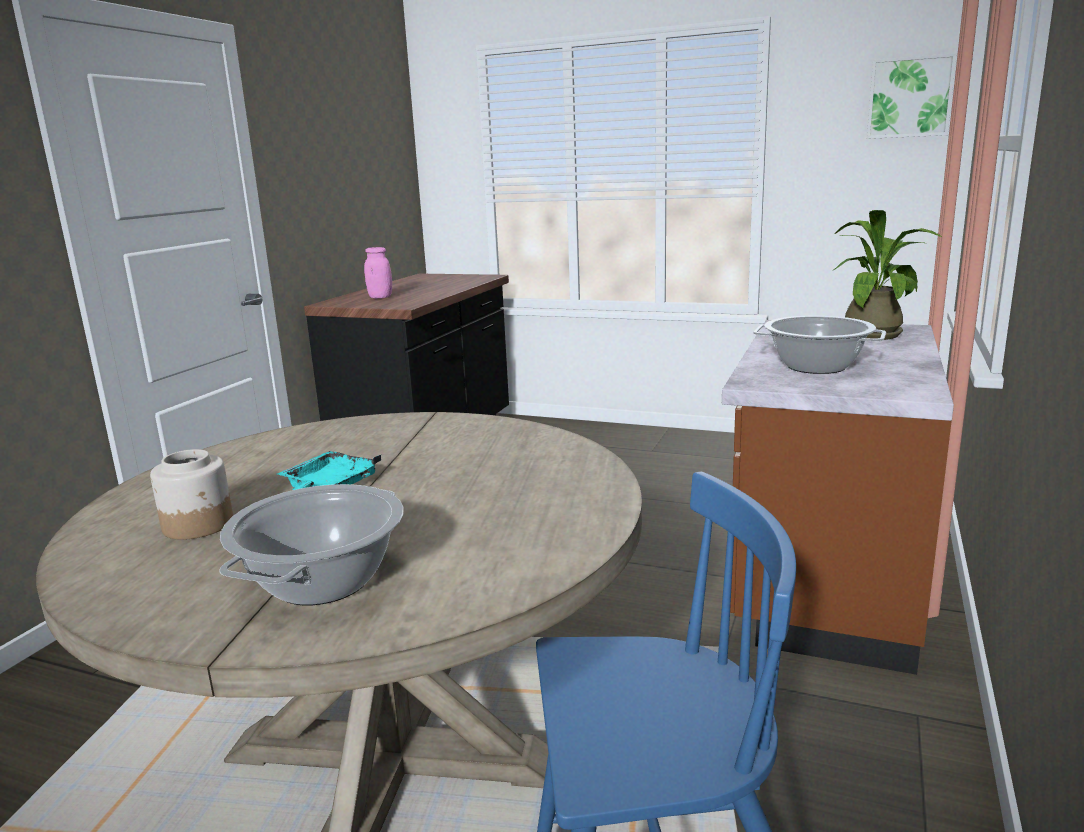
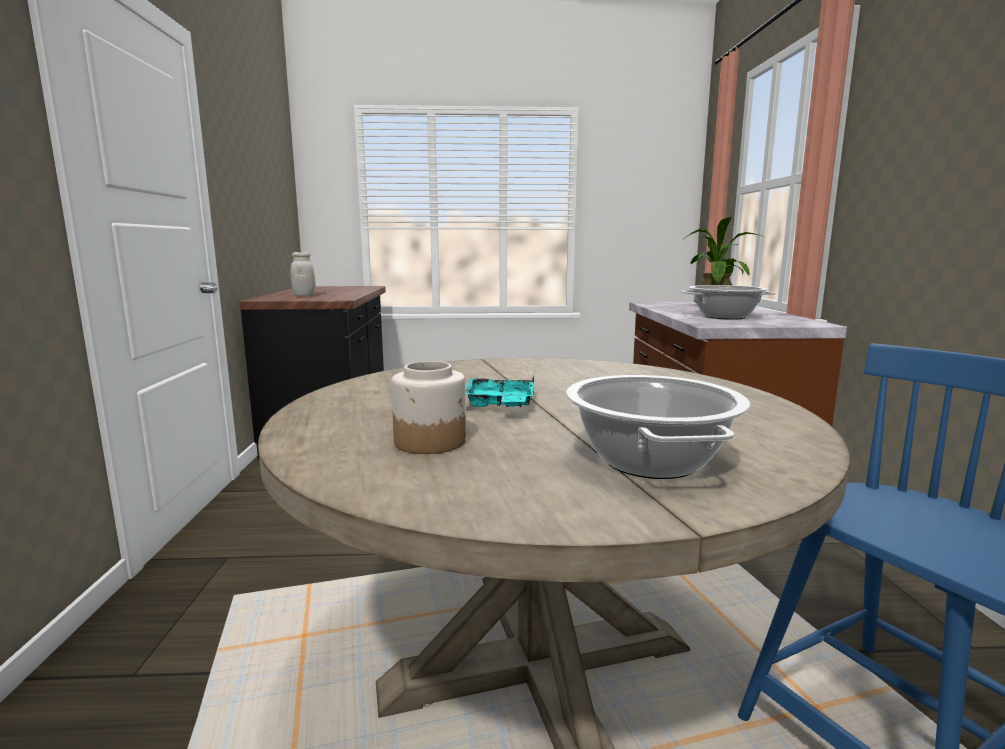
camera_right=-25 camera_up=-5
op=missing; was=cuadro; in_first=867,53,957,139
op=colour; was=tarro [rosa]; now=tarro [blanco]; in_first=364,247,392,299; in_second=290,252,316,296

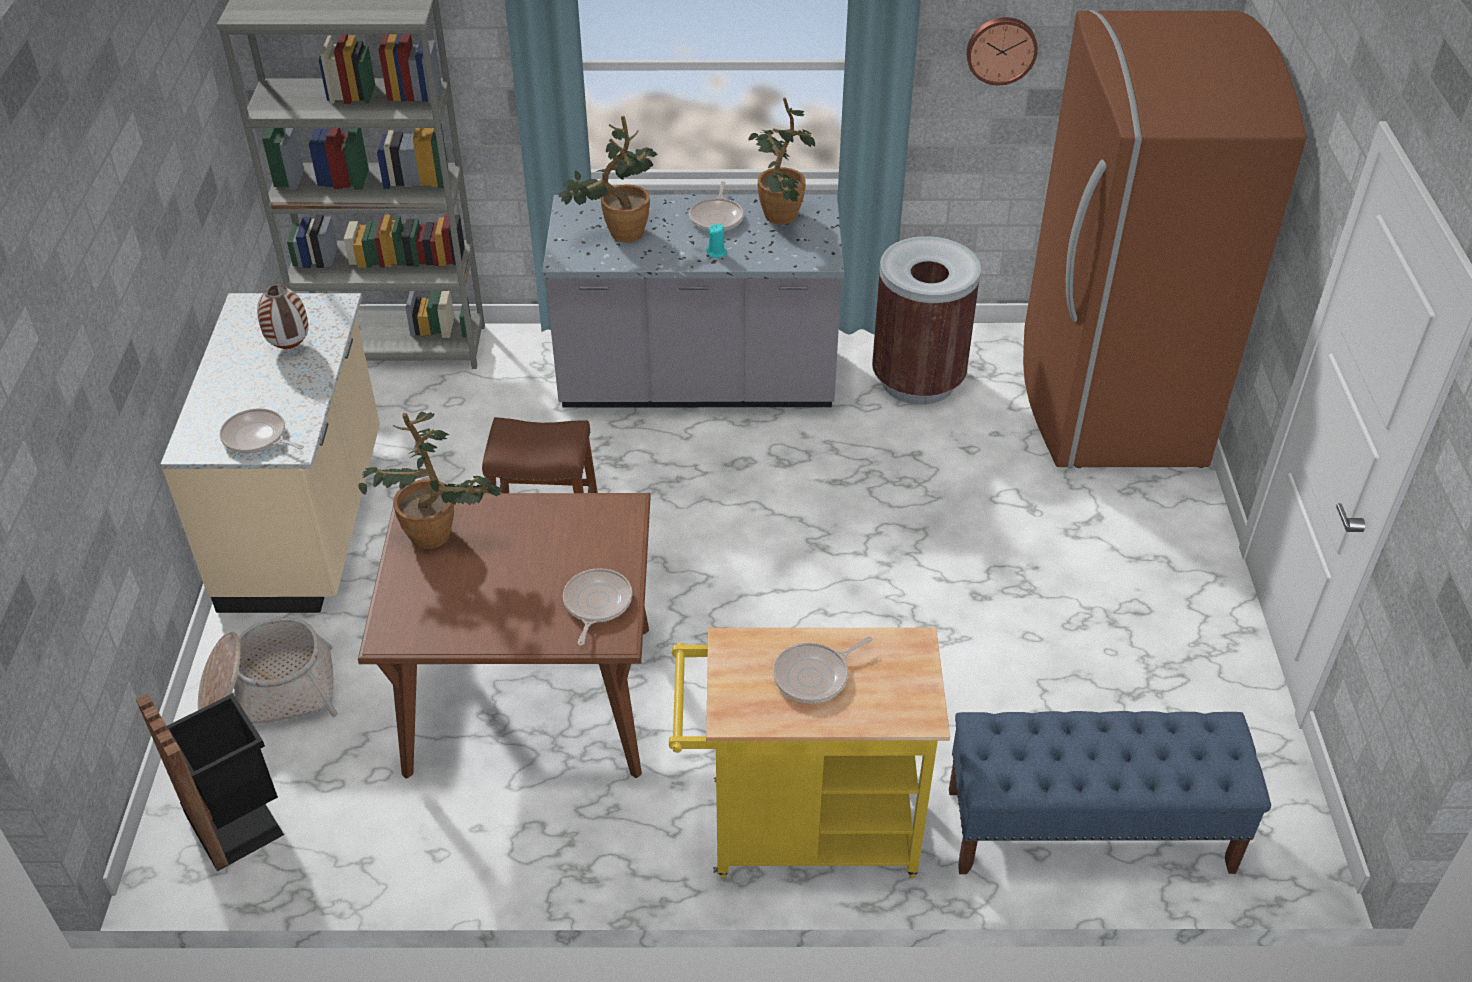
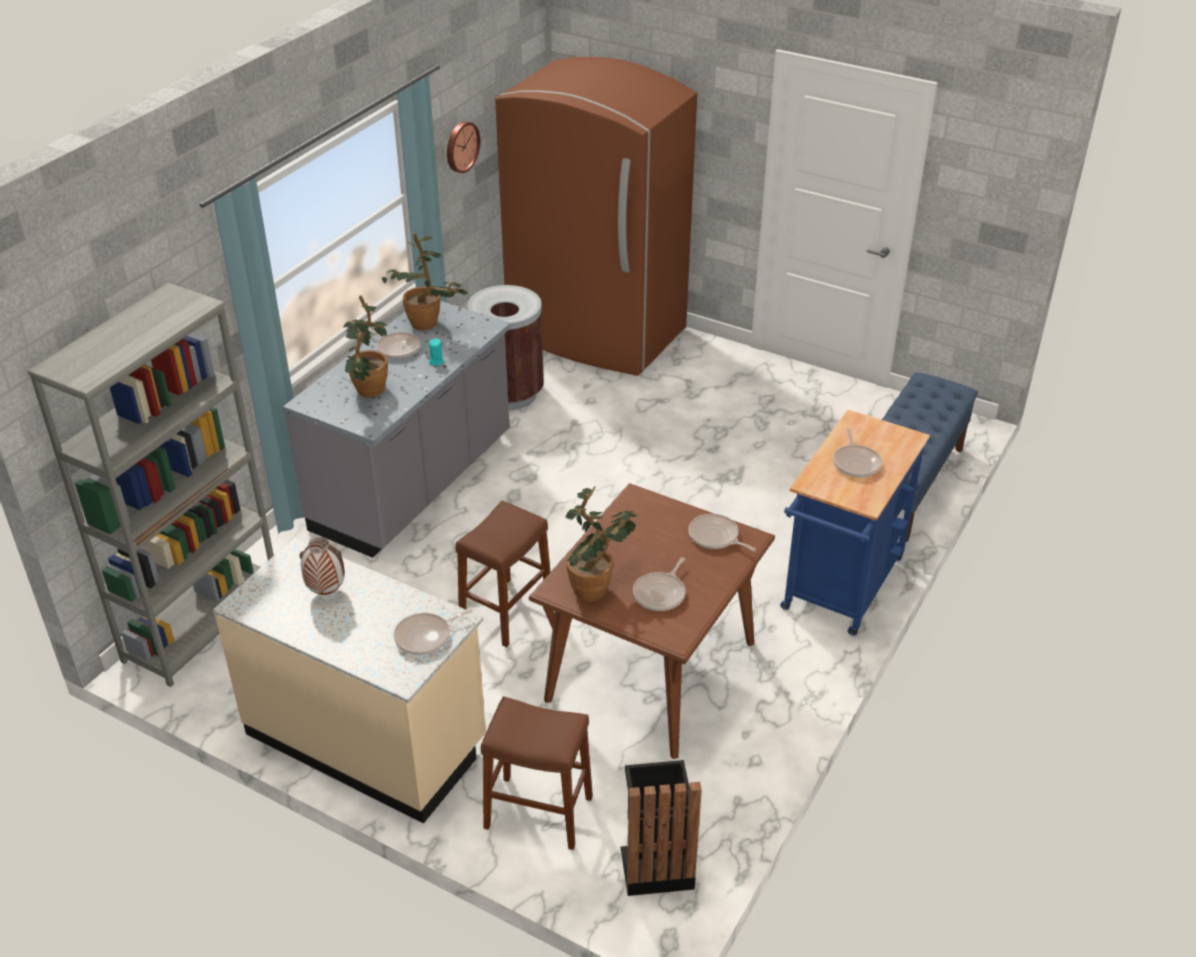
camera_right=-60 camera_up=-5
op=appeared; now=sartén; in_second=633,557,686,611
op=exchanged; was=cesta; now=taburete [marrón]; in_first=198,618,338,724; in_second=481,696,593,850
op=colour; was=carrito [amarillo]; now=carrito [azul]; in_first=669,628,950,878; in_second=780,410,930,636

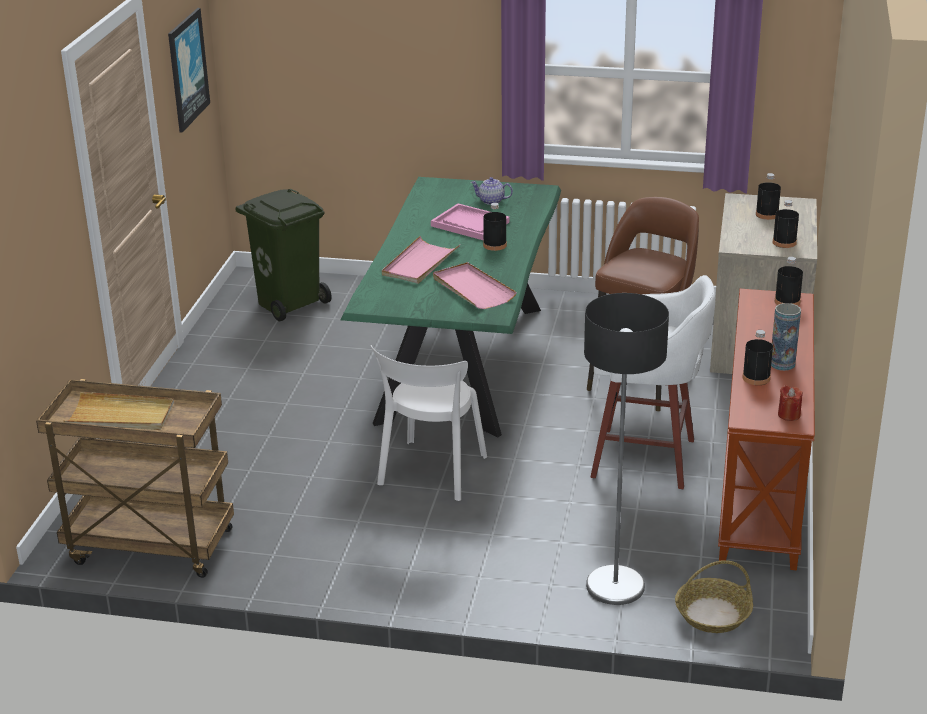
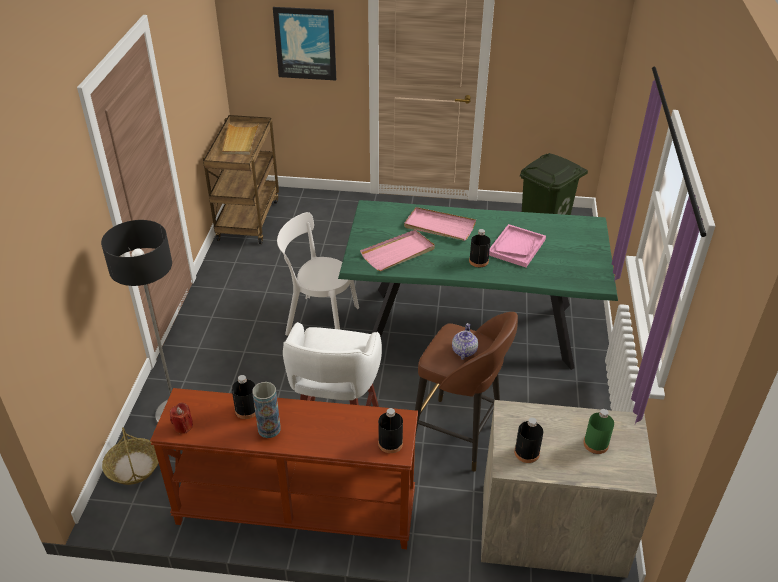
camera_right=85 camera_up=10
op=relocated; was=cuadro; in_first=168,8,210,133; in_second=273,7,336,80
op=relocated; was=tetera; in_first=471,177,513,205; in_second=452,323,478,360
op=colour; was=botella [negro]; now=botella [verde]; in_first=756,173,781,220; in_second=583,409,614,454

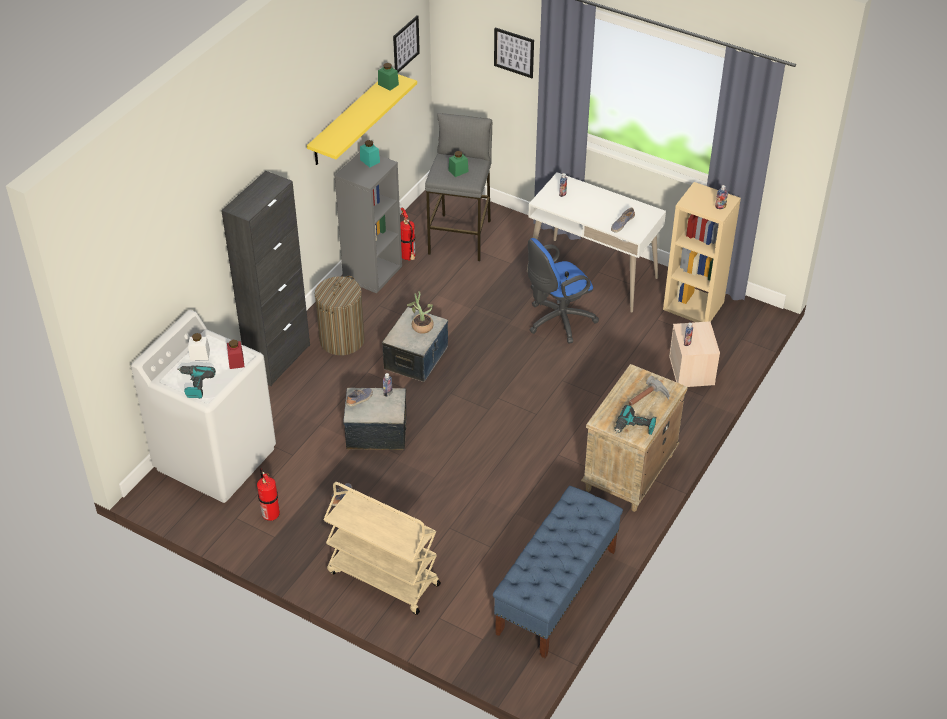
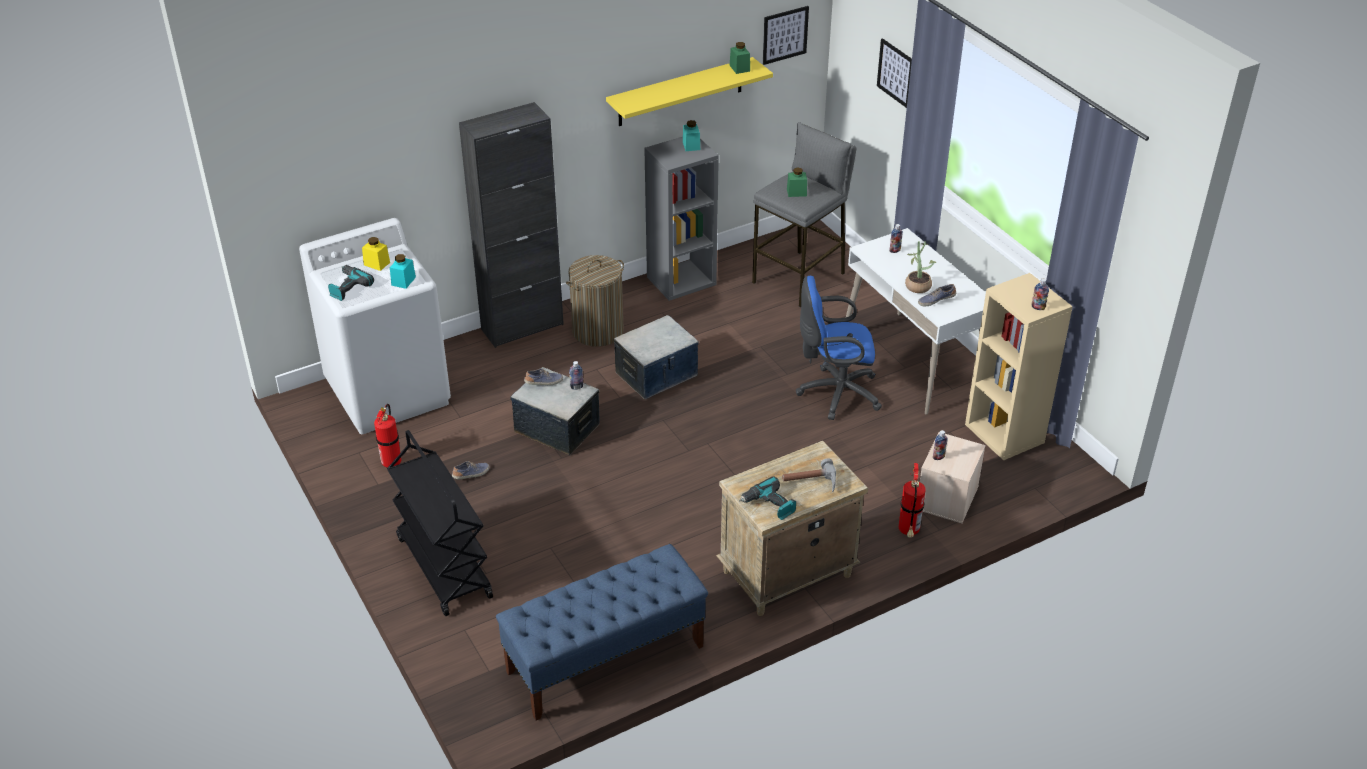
camera_right=30 camera_up=-5
op=relocated; was=extintor; in_first=400,208,415,261; in_second=899,463,926,538
op=relocated; was=planta en maceta; in_first=407,292,434,334; in_second=905,241,937,293
op=colour; was=tarro [blanco]; now=tarro [amarillo]; in_first=188,333,210,361; in_second=362,237,390,271
op=colour; was=tarro [rojo]; now=tarro [turquesa]; in_first=227,340,244,369; in_second=390,254,416,289
op=colour; was=carrito [beis]; now=carrito [negro]; in_first=323,482,441,615; in_second=387,430,493,616

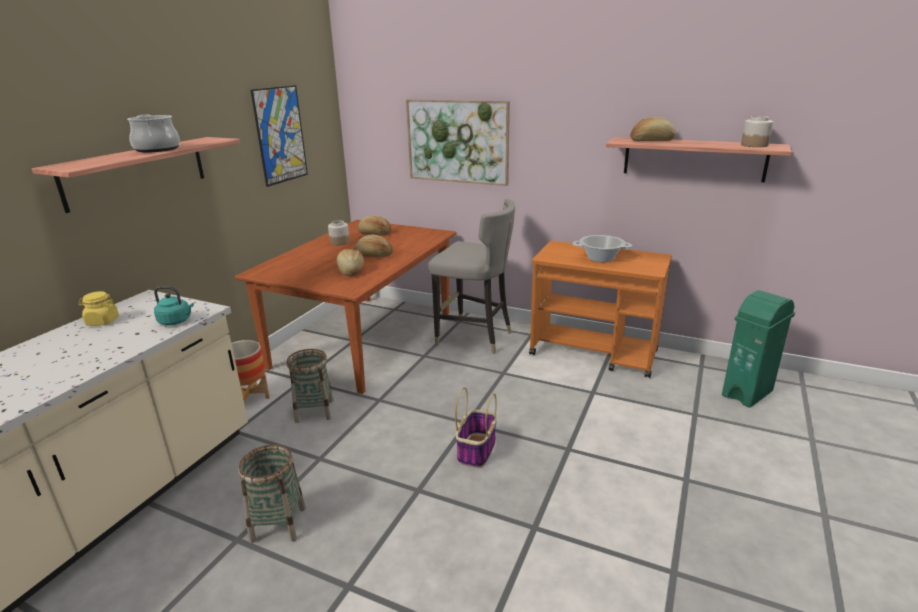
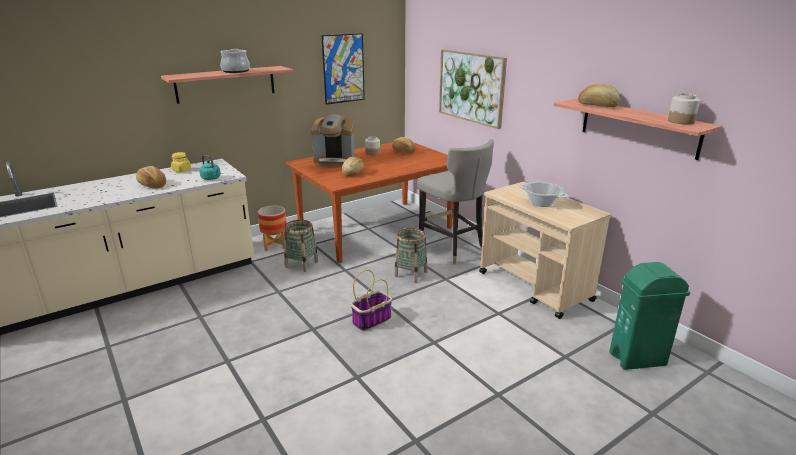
camera_right=30 camera_up=0
op=appeared; now=cafetera; in_second=311,114,355,166
op=relocated; was=cesta; in_first=238,444,306,543; in_second=394,228,427,283
op=relocated; was=pan; in_first=355,235,393,257; in_second=136,166,166,188
op=colour; was=carrito [naranja]; now=carrito [beis]; in_first=529,241,672,378; in_second=479,182,611,319

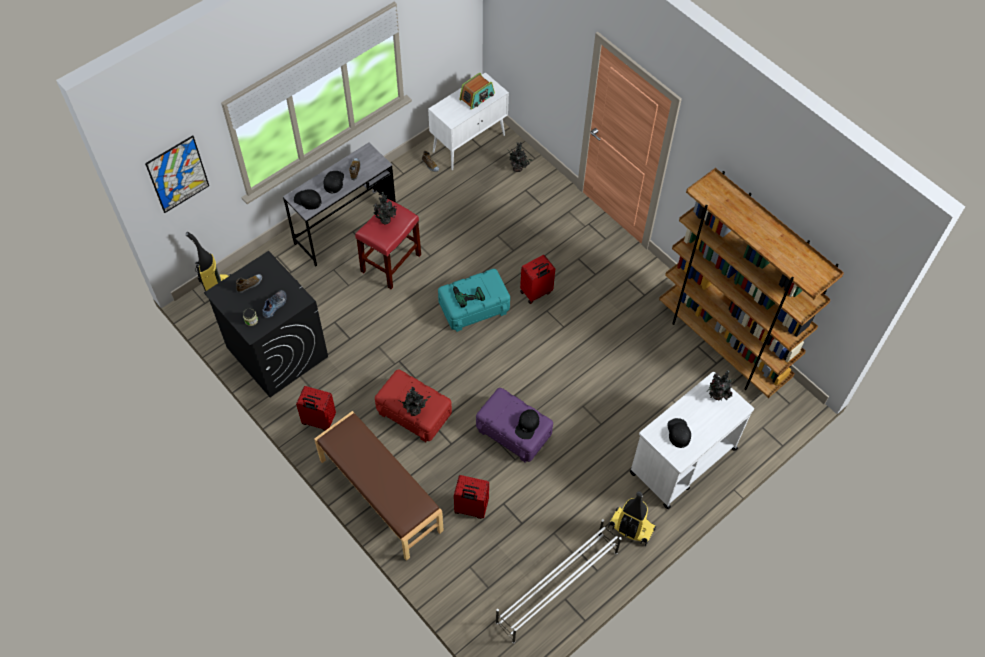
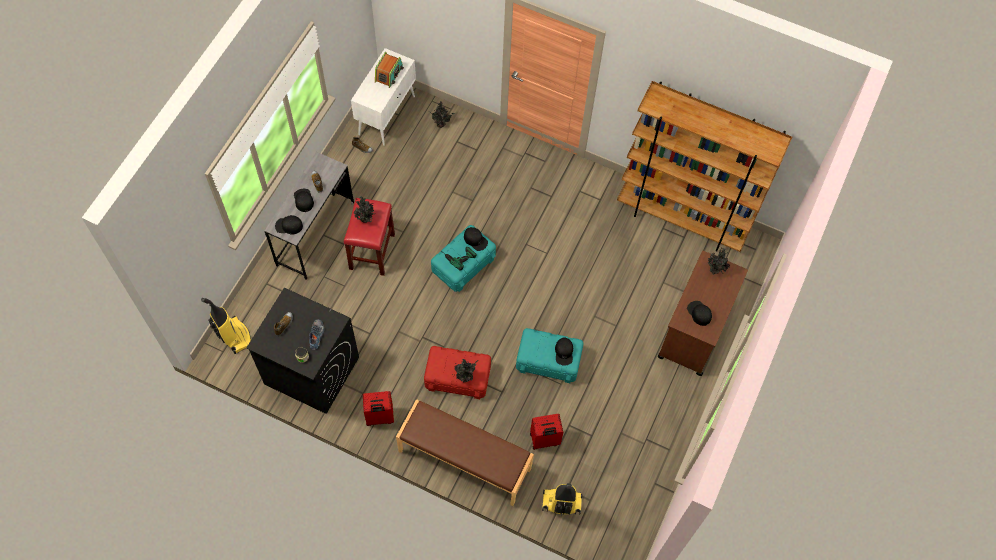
camera_right=-25 camera_up=5
op=missing; was=cuadro; in_first=145,135,209,213
op=missing; was=zapatero [blanco]; in_first=496,519,622,644
op=missing; was=maleta [rojo]; in_first=520,255,555,304
op=appeared; now=gorra [negro]; in_second=464,227,488,251
op=relocated; was=aspiradora; in_first=608,491,656,546; in_second=542,483,582,516
op=colour; was=caja de almacenaje [morado]; now=caja de almacenaje [turquesa]; in_first=476,388,553,462; in_second=516,328,583,383
op=colour; was=carrito [blanco]; now=carrito [marrón]; in_first=630,372,754,509; in_second=657,251,748,376

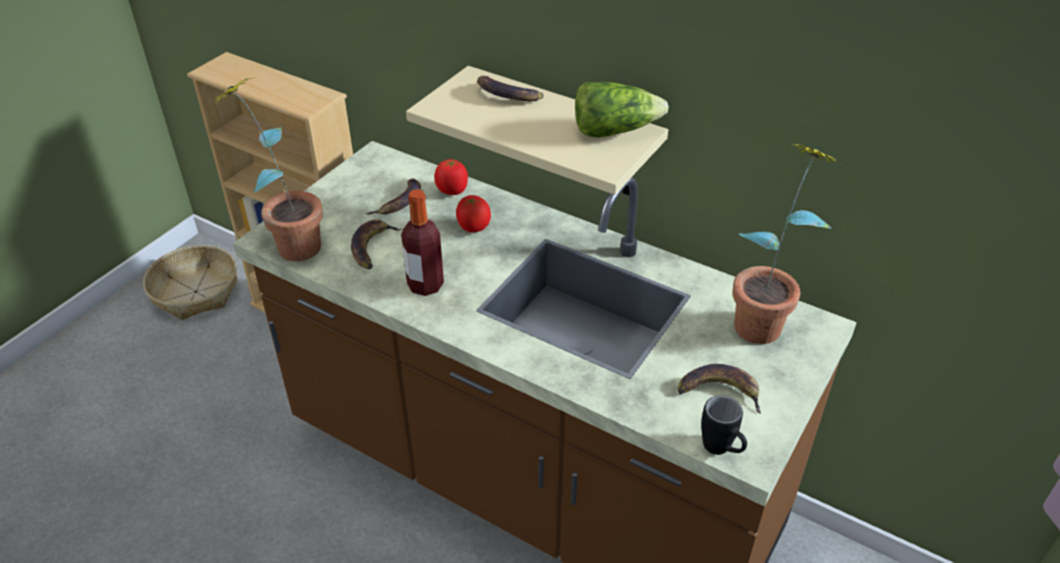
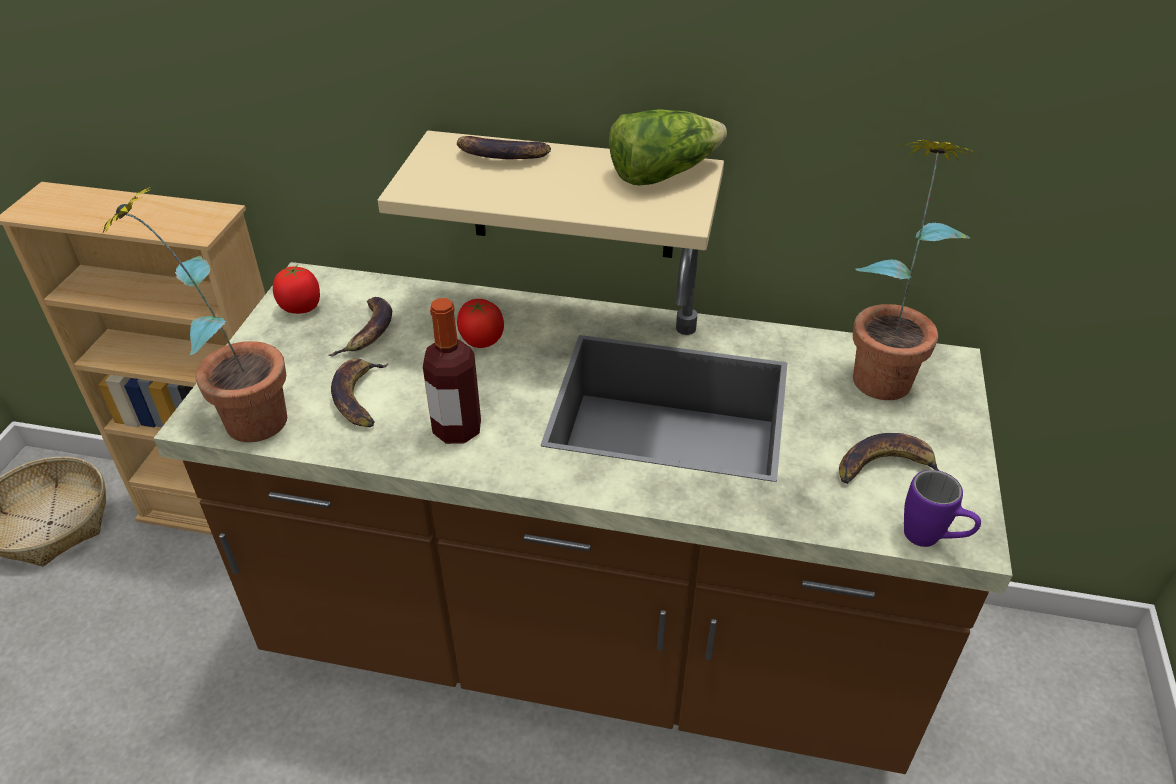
camera_right=-20 camera_up=0
op=relocated; was=tomate; in_first=434,158,468,195; in_second=273,264,320,314
op=colour; was=taza grande [negro]; now=taza grande [morado]; in_first=701,395,747,455; in_second=904,470,981,547

